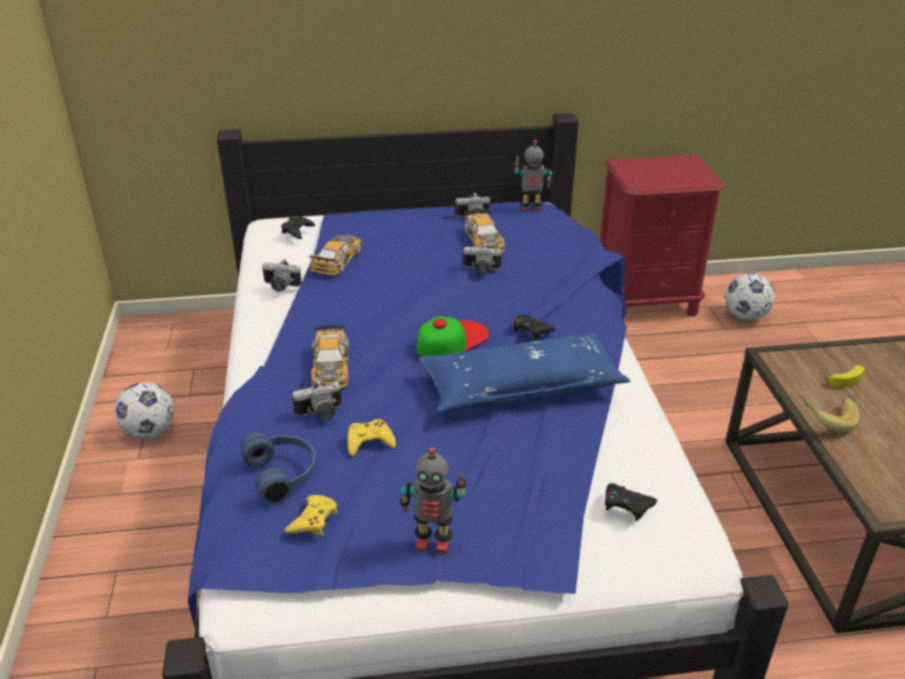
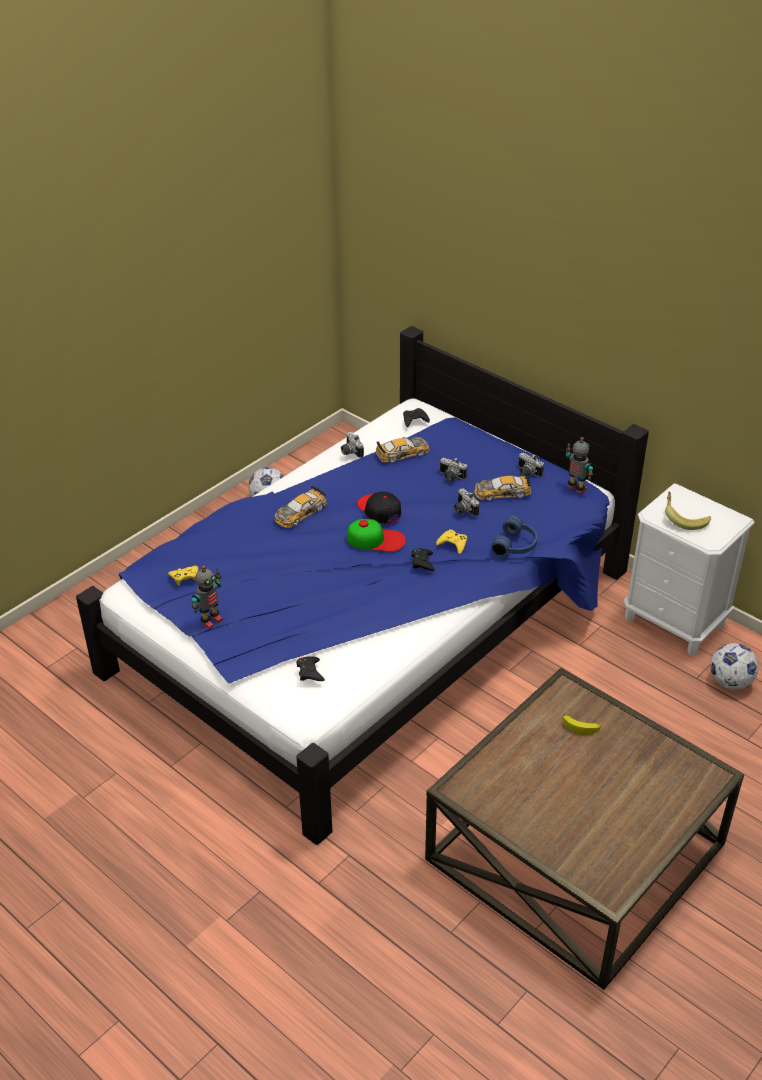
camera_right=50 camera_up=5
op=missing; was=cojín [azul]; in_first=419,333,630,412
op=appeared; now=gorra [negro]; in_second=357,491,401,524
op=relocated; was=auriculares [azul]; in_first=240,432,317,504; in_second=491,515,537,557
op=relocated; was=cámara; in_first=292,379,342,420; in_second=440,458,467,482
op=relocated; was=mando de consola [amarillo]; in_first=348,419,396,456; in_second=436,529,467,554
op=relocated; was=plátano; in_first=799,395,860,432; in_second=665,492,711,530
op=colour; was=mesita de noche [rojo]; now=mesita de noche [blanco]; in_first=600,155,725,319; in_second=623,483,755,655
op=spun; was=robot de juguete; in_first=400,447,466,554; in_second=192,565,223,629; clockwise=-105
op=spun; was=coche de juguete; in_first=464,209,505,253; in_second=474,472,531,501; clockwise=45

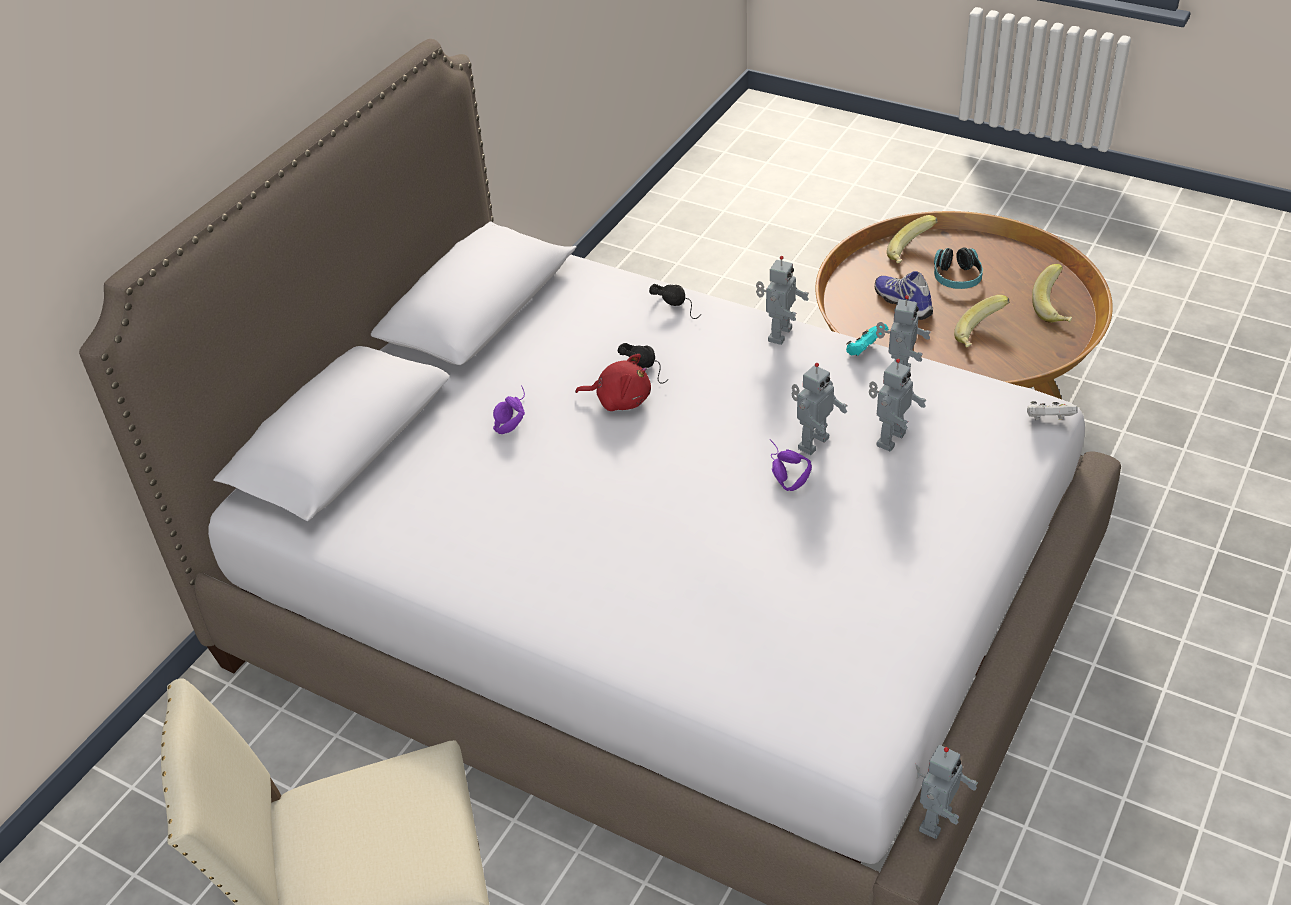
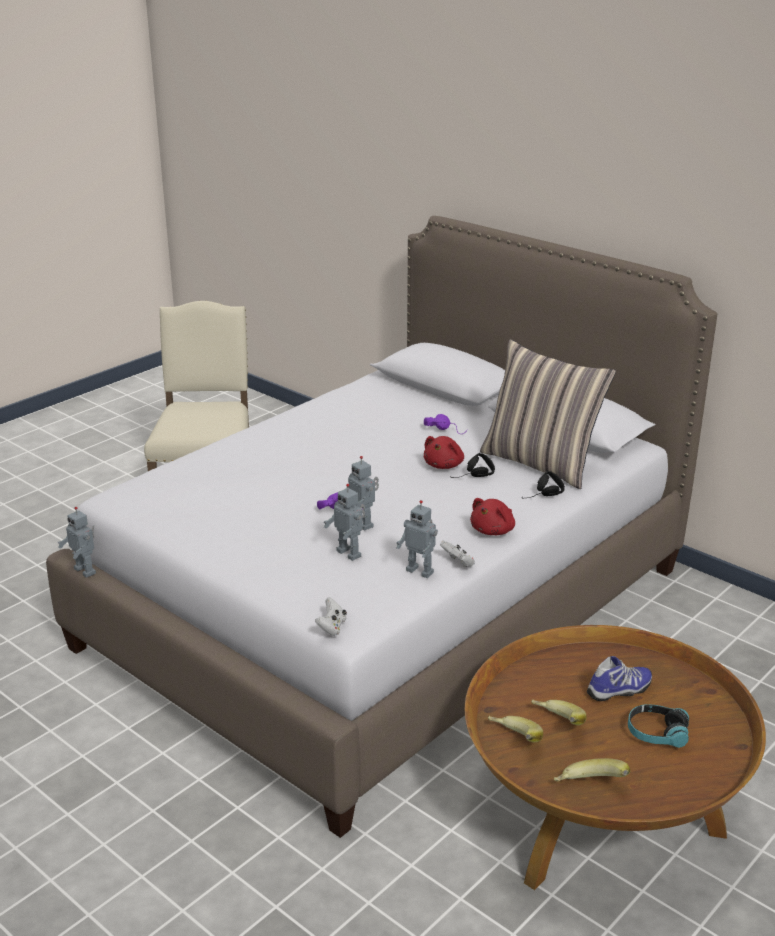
camera_right=100 camera_up=-15
op=appeared; now=cojín; in_second=480,339,616,489
op=relocated; was=plátano; in_first=887,215,937,264; in_second=488,716,543,743
op=exchanged; was=robot de juguete; now=peluche [rojo]; in_first=756,256,809,345; in_second=470,498,515,535
op=colour; was=mando de consola [turquesa]; now=mando de consola [blanco]; in_first=846,324,889,356; in_second=440,541,475,567

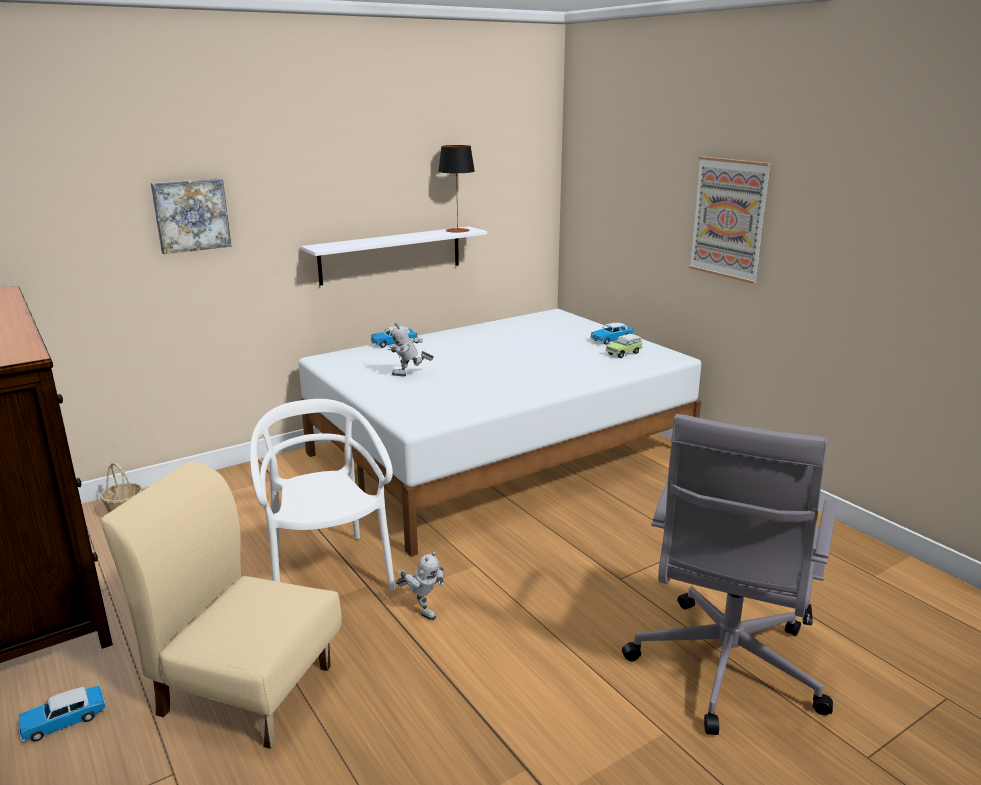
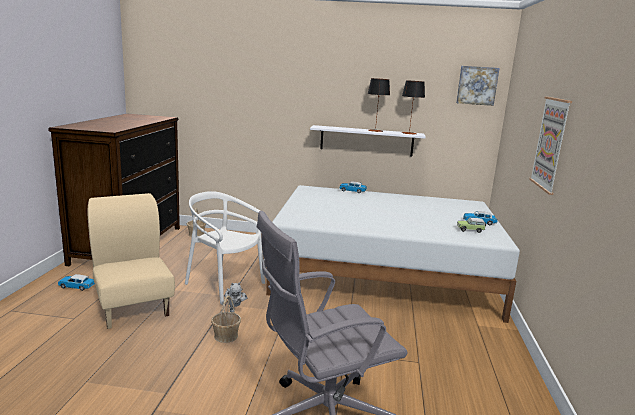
camera_right=40 camera_up=-5
op=missing; was=robot de juguete; in_first=388,323,434,376
op=appeared; now=cesta; in_second=211,296,241,343
op=appeared; now=lámpara de mesa; in_second=367,78,390,132
op=relocated; was=cuadro; in_first=151,178,231,254; in_second=456,66,500,106
op=spun; was=silla [blanco]; in_first=250,399,396,591; in_second=185,191,268,305; clockwise=-75

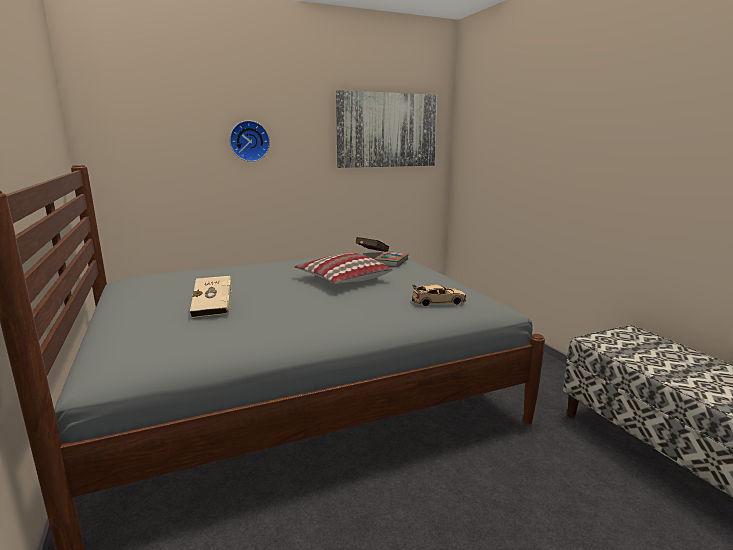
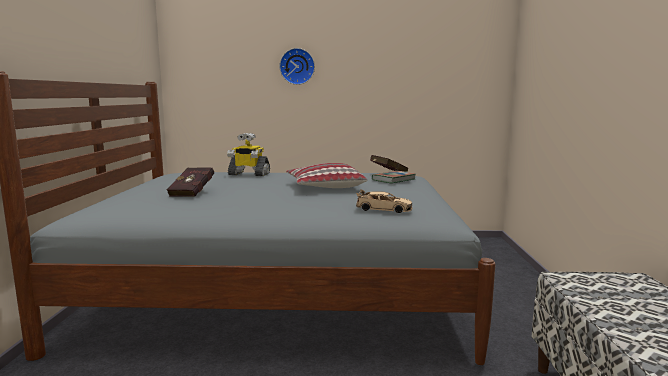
camera_right=25 camera_up=-5
op=missing; was=cuadro; in_first=336,90,438,168
op=appeared; now=robot de juguete; in_second=227,133,270,176
op=colour; was=libro [beis]; now=libro [rojo]; in_first=190,276,232,318; in_second=167,168,214,197

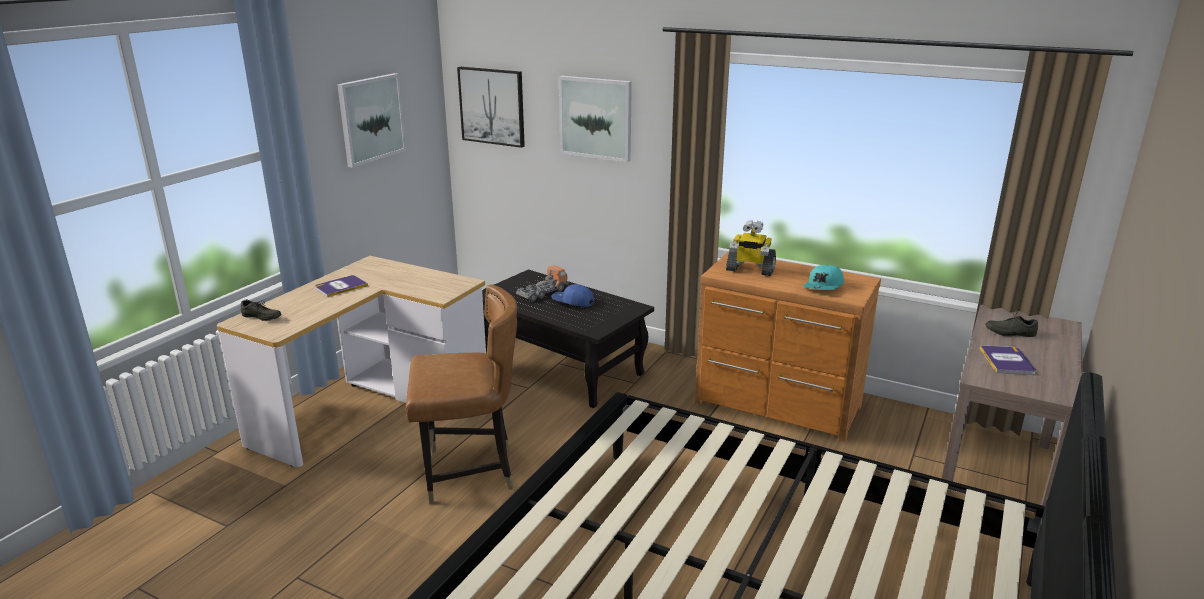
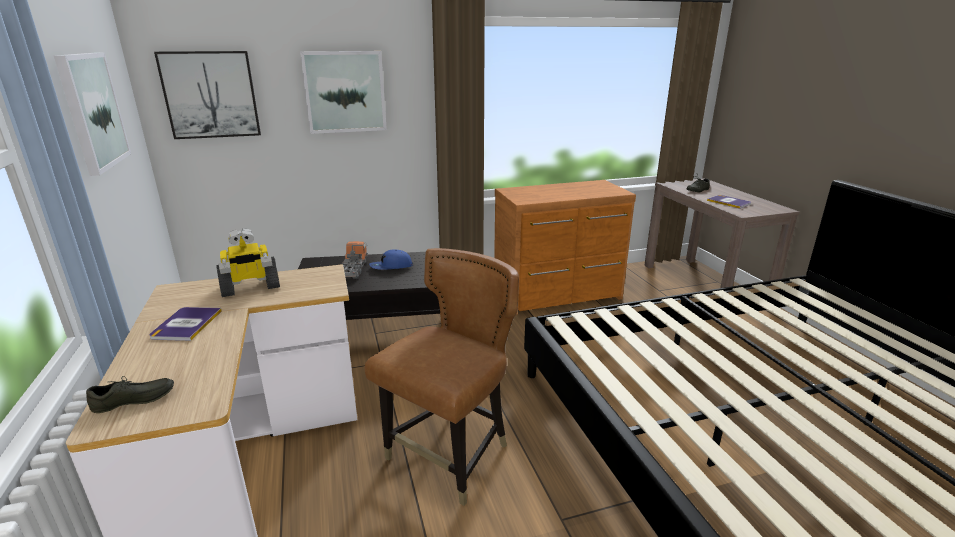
camera_right=-45 camera_up=0
op=missing; was=gorra [turquesa]; in_first=803,265,844,290
op=relocated; was=robot de juguete; in_first=726,220,776,276; in_second=216,228,280,297

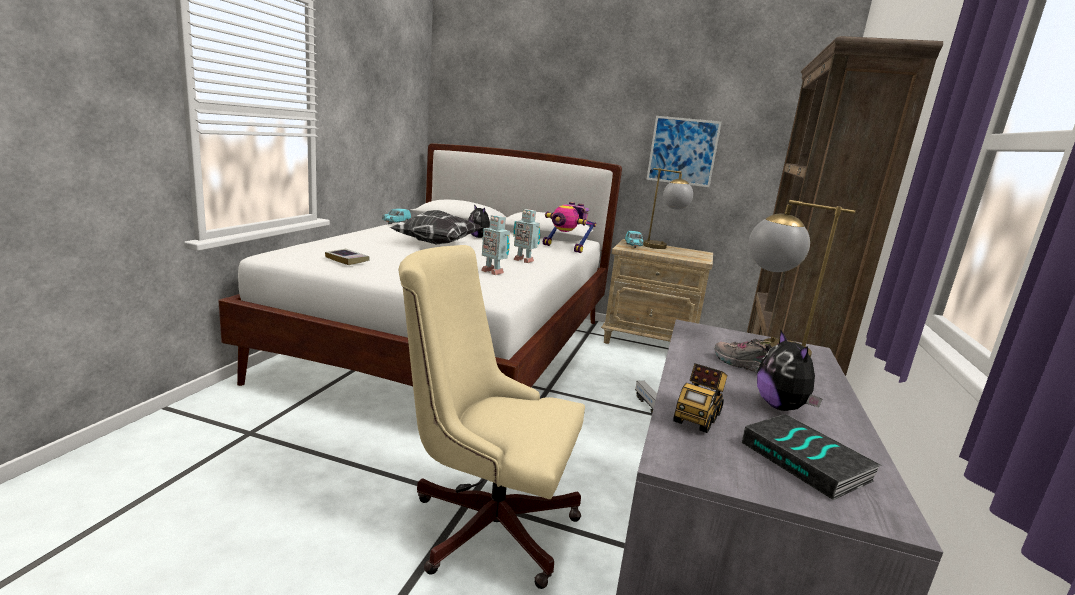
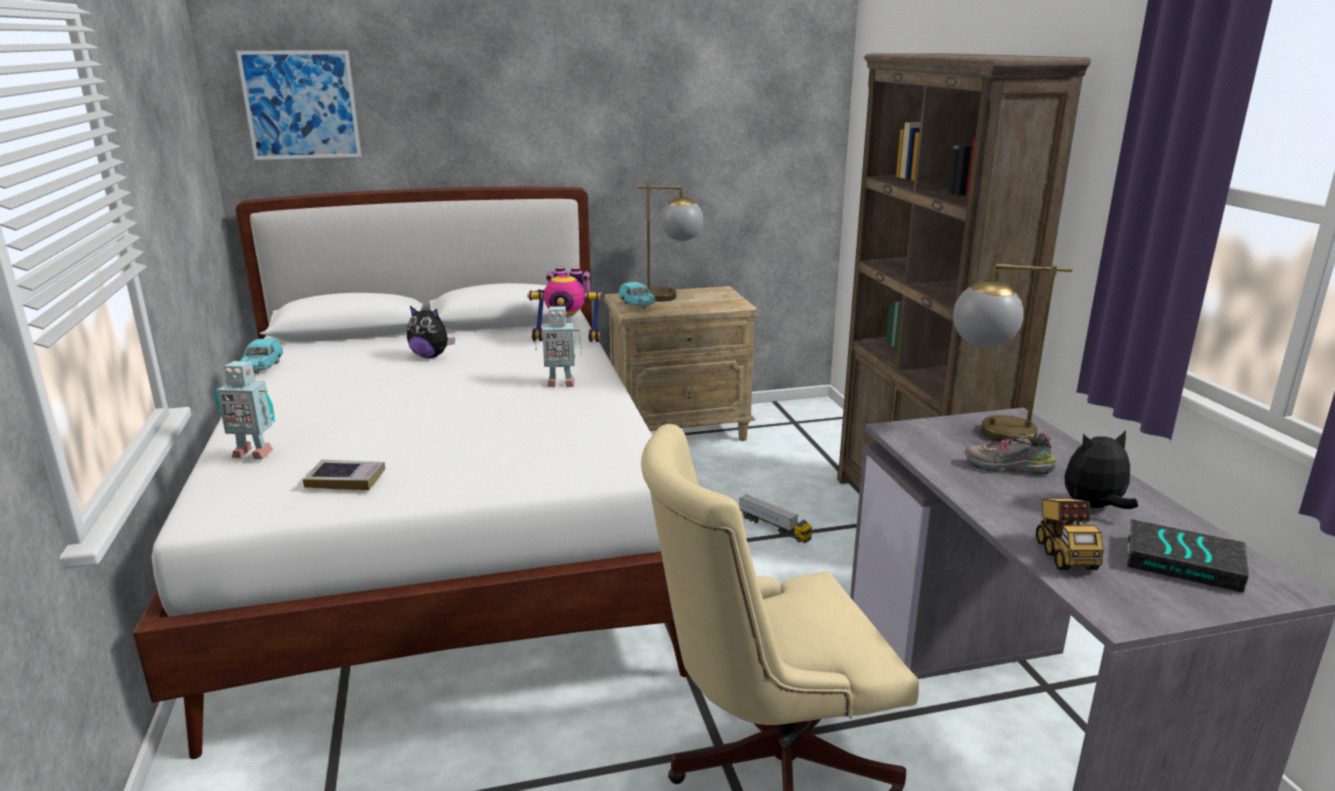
camera_right=-30 camera_up=5
op=missing; was=cojín; in_first=389,210,482,244
op=relocated; was=robot de juguete; in_first=481,215,510,275; in_second=214,361,275,459
op=relocated; was=cuadro; in_first=646,116,722,187; in_second=236,50,361,160
op=spun; was=peluche; in_first=757,331,822,411; in_second=1065,430,1138,509; clockwise=120

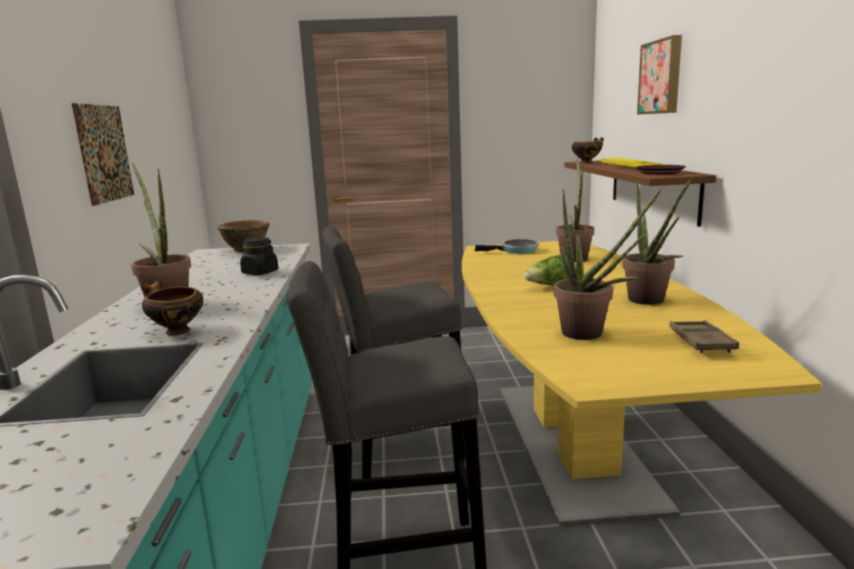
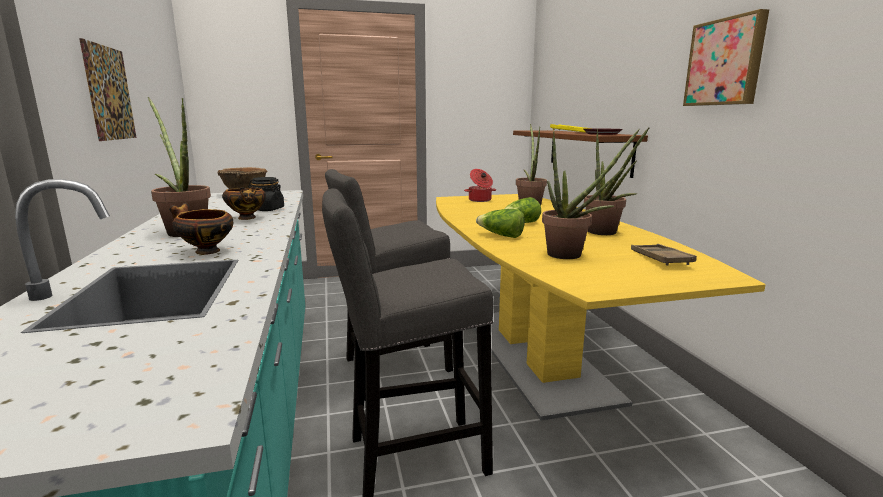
camera_right=-10 camera_up=0
op=appeared; now=lechuga; in_second=476,209,525,238
op=relocated; was=cuenco; in_first=572,137,604,164; in_second=222,187,266,220
op=relocated; was=cuadro; in_first=637,35,682,114; in_second=683,9,769,106
op=exchanged; was=sartén; now=olla; in_first=475,239,539,254; in_second=464,169,496,202

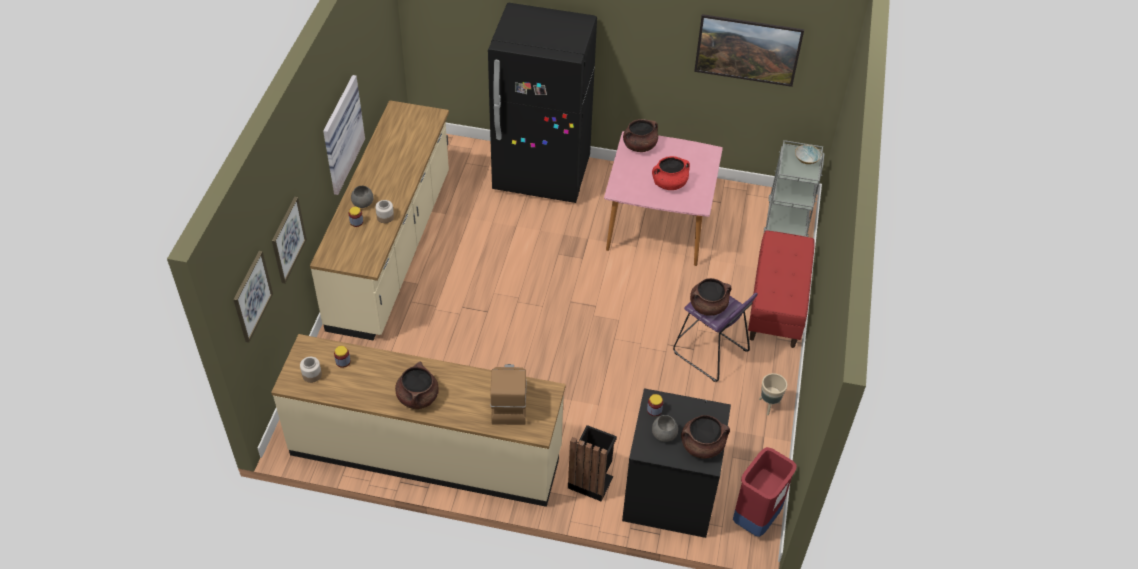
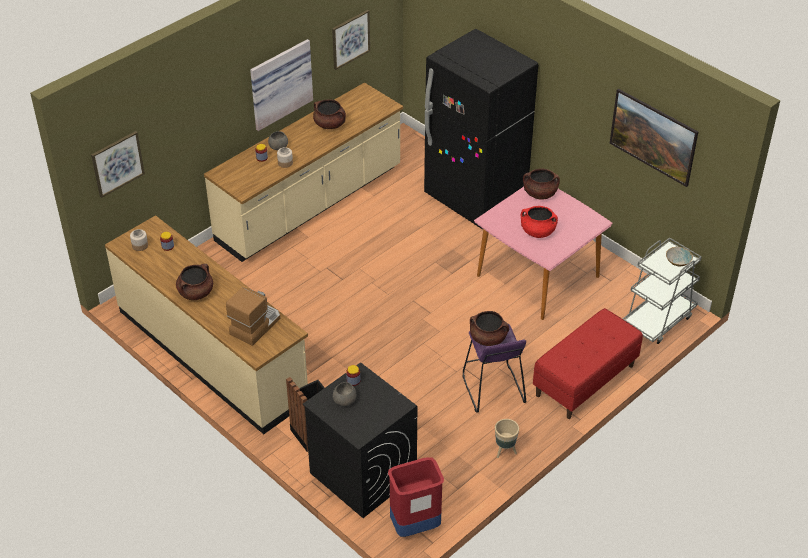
camera_right=35 camera_up=-5
op=relocated; was=cuadro; in_first=272,197,307,284; in_second=332,10,370,70
op=relocated; was=olla [marrón]; in_first=681,415,730,459; in_second=313,99,346,129

